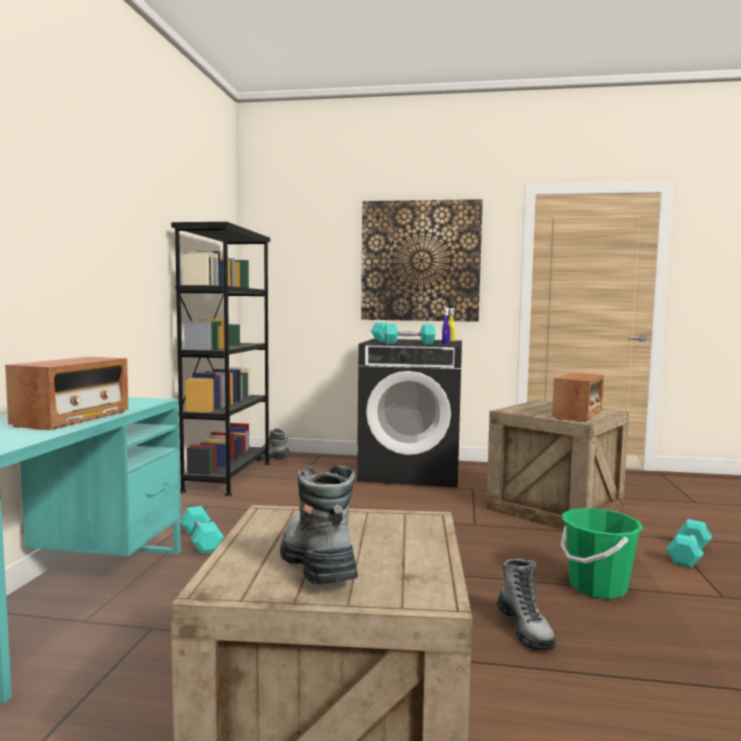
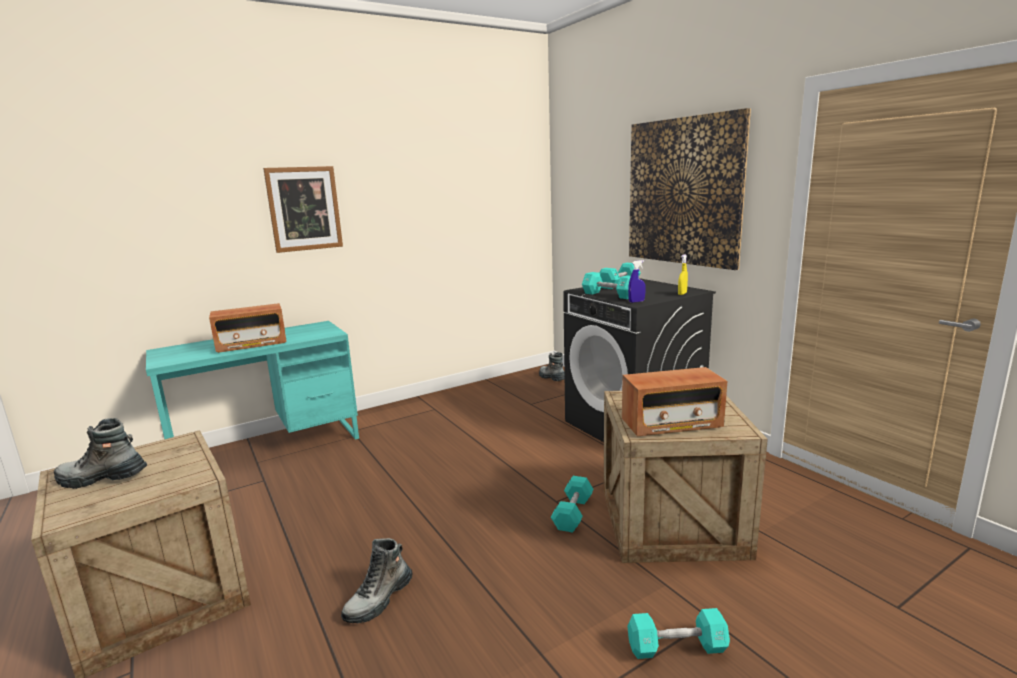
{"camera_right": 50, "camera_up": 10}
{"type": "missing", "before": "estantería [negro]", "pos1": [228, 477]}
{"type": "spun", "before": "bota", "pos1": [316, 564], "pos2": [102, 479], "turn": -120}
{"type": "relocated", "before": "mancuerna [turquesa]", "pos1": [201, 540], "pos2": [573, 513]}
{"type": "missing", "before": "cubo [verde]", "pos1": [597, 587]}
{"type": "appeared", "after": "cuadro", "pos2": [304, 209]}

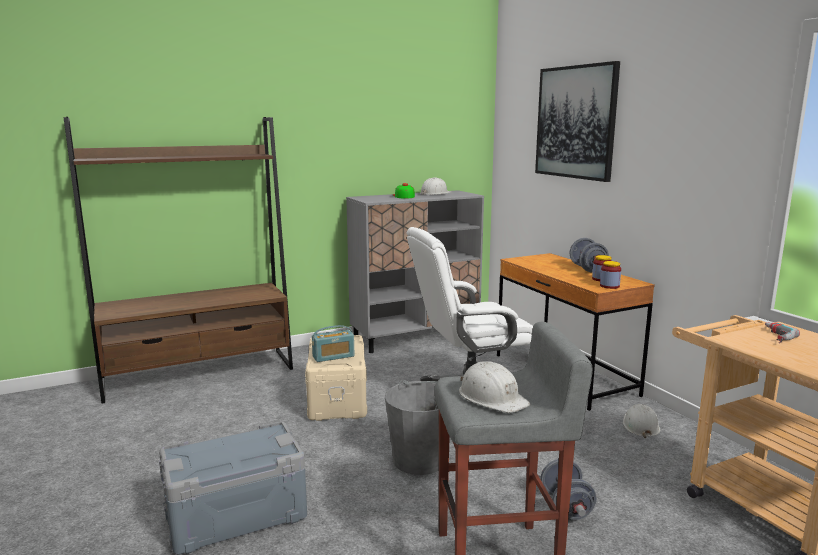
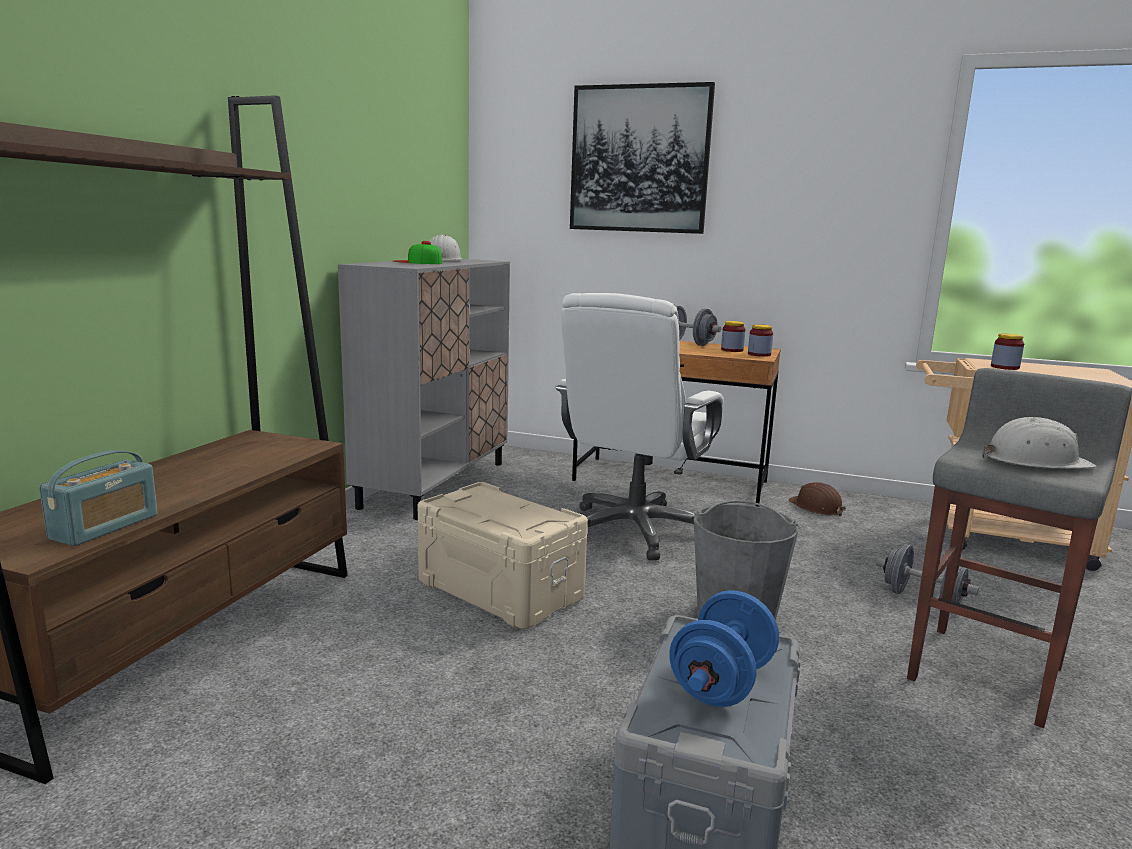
{"camera_right": -45, "camera_up": 0}
{"type": "exchanged", "before": "taladro", "after": "tarro", "pos1": [772, 336], "pos2": [1004, 367]}
{"type": "relocated", "before": "radio", "pos1": [333, 356], "pos2": [105, 527]}
{"type": "colour", "before": "casco [blanco]", "after": "casco [marrón]", "pos1": [640, 426], "pos2": [816, 507]}
{"type": "appeared", "after": "mancuerna [azul]", "pos2": [721, 683]}

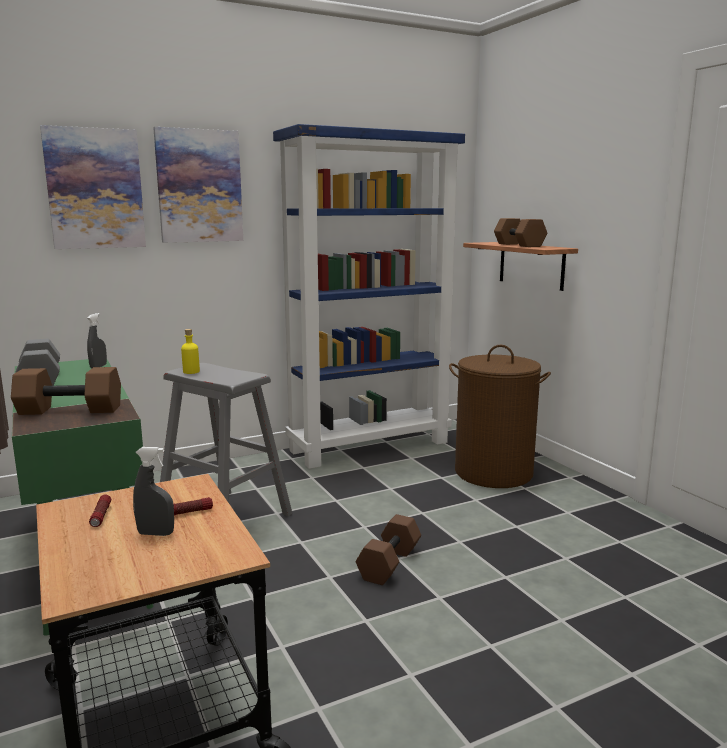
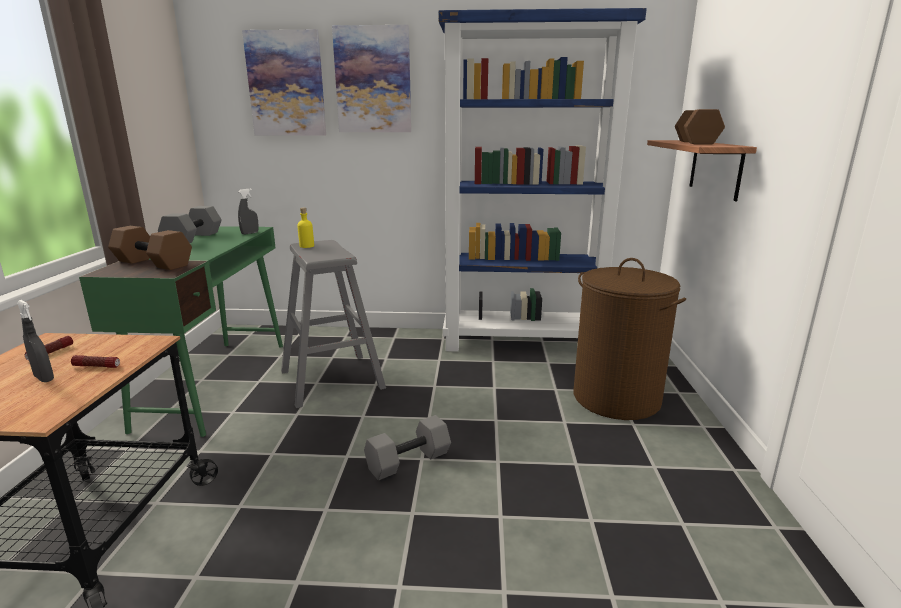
{"camera_right": 30, "camera_up": 5}
{"type": "colour", "before": "mancuerna [marrón]", "after": "mancuerna [gris]", "pos1": [390, 564], "pos2": [408, 462]}

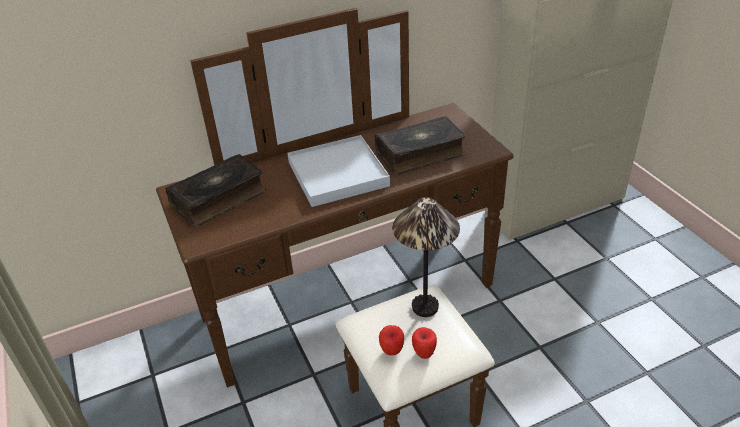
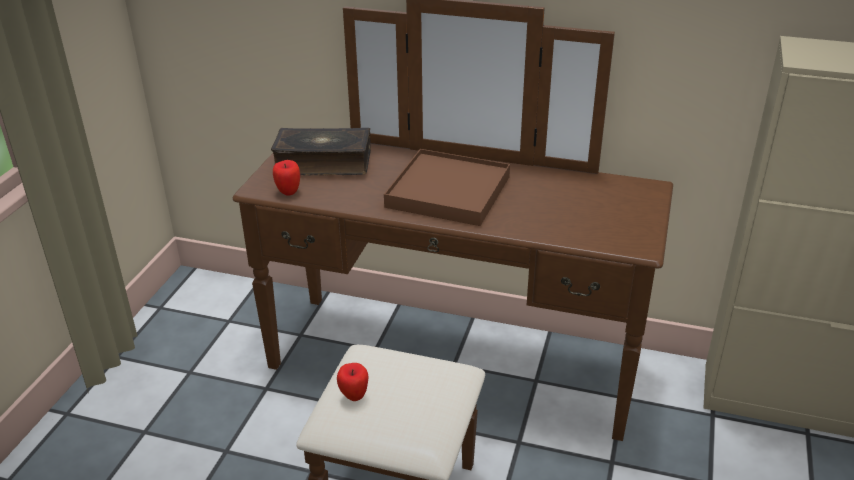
{"camera_right": 40, "camera_up": -5}
{"type": "missing", "before": "libro", "pos1": [420, 154]}
{"type": "colour", "before": "bandeja [blanco]", "after": "bandeja [marrón]", "pos1": [338, 174], "pos2": [448, 192]}
{"type": "missing", "before": "lámpara de mesa", "pos1": [424, 307]}
{"type": "relocated", "before": "manzana", "pos1": [424, 354], "pos2": [288, 192]}

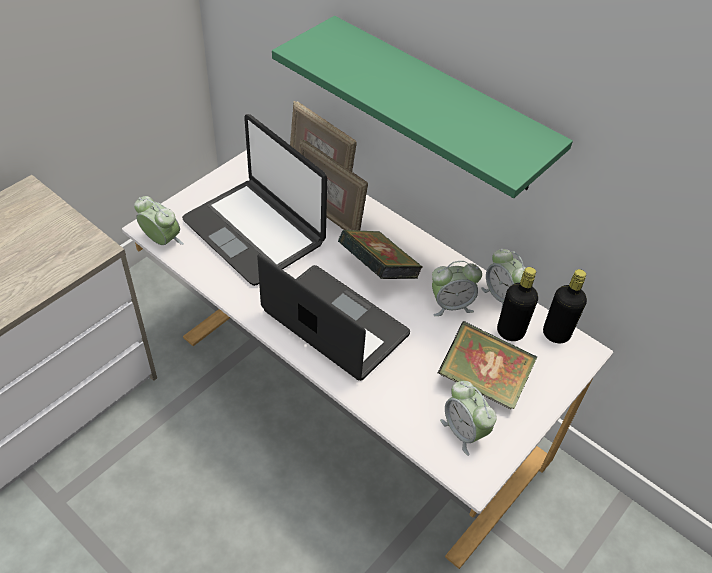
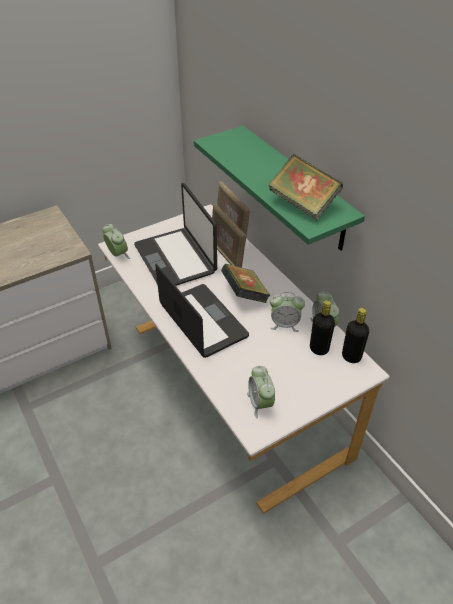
{"camera_right": 20, "camera_up": -5}
{"type": "relocated", "before": "libro", "pos1": [482, 381], "pos2": [303, 203]}

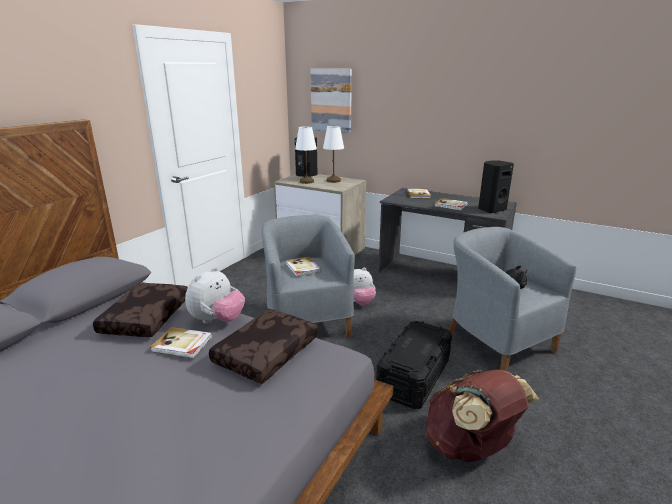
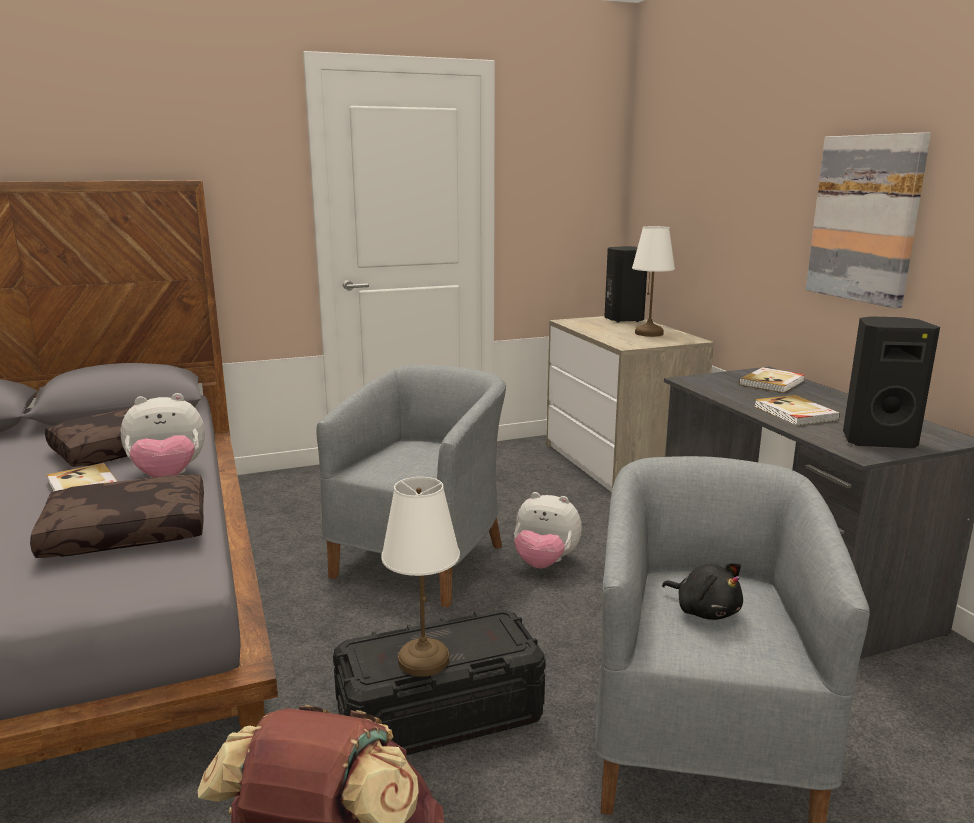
{"camera_right": 40, "camera_up": -5}
{"type": "relocated", "before": "cuadro", "pos1": [331, 100], "pos2": [865, 219]}
{"type": "relocated", "before": "lámpara de mesa [blanco]", "pos1": [306, 181], "pos2": [422, 660]}
{"type": "missing", "before": "libro", "pos1": [302, 268]}

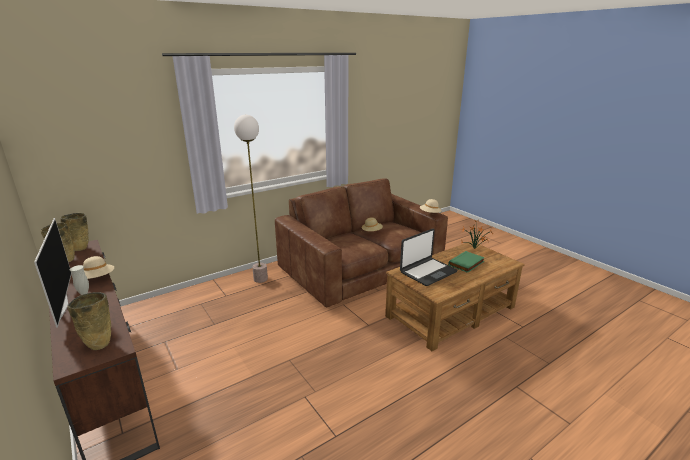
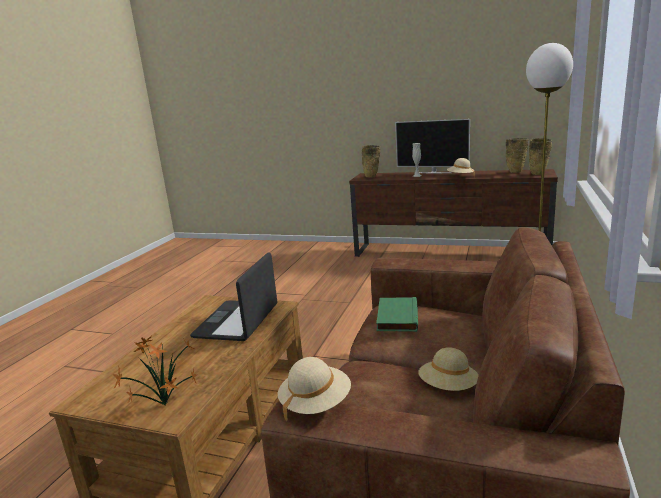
{"camera_right": 145, "camera_up": -5}
{"type": "relocated", "before": "libro [verde]", "pos1": [466, 264], "pos2": [396, 317]}

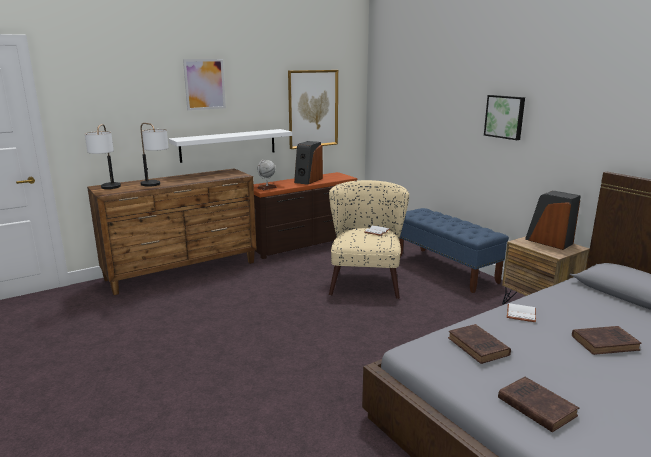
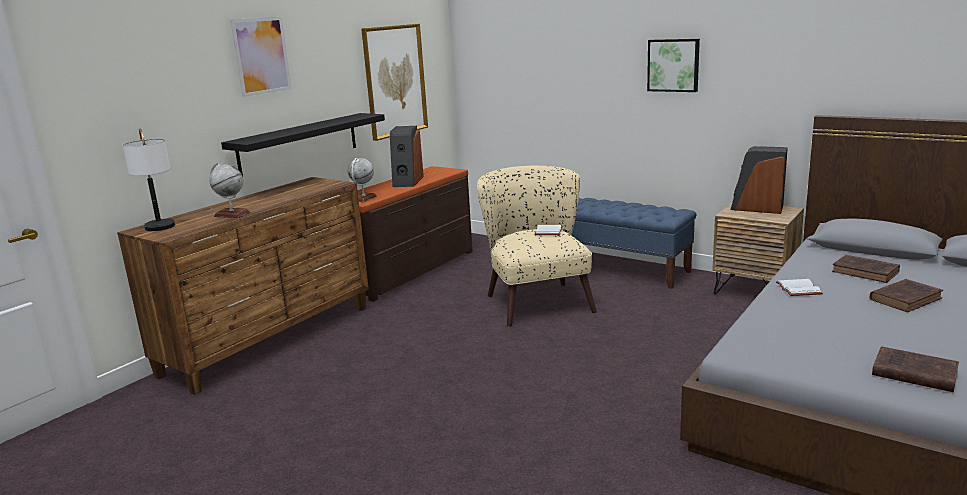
{"camera_right": -20, "camera_up": 0}
{"type": "exchanged", "before": "lámpara de mesa", "after": "globo terráqueo", "pos1": [156, 185], "pos2": [232, 214]}
{"type": "colour", "before": "estante [blanco]", "after": "estante [negro]", "pos1": [228, 145], "pos2": [299, 144]}
{"type": "relocated", "before": "libro [marrón]", "pos1": [479, 347], "pos2": [866, 272]}

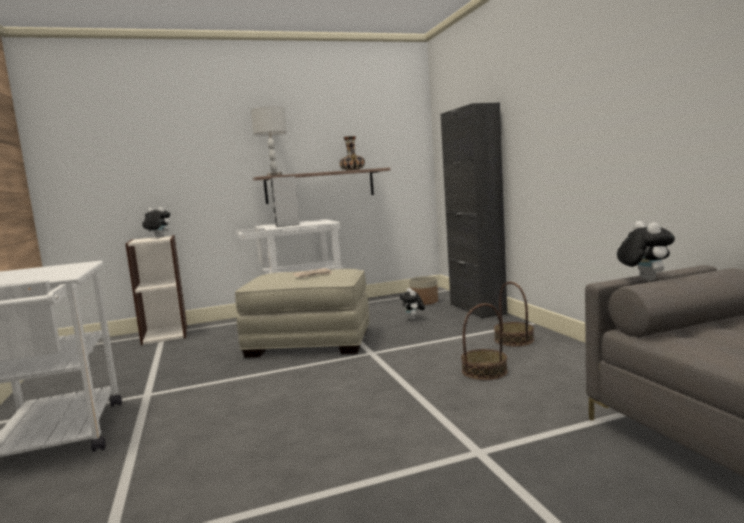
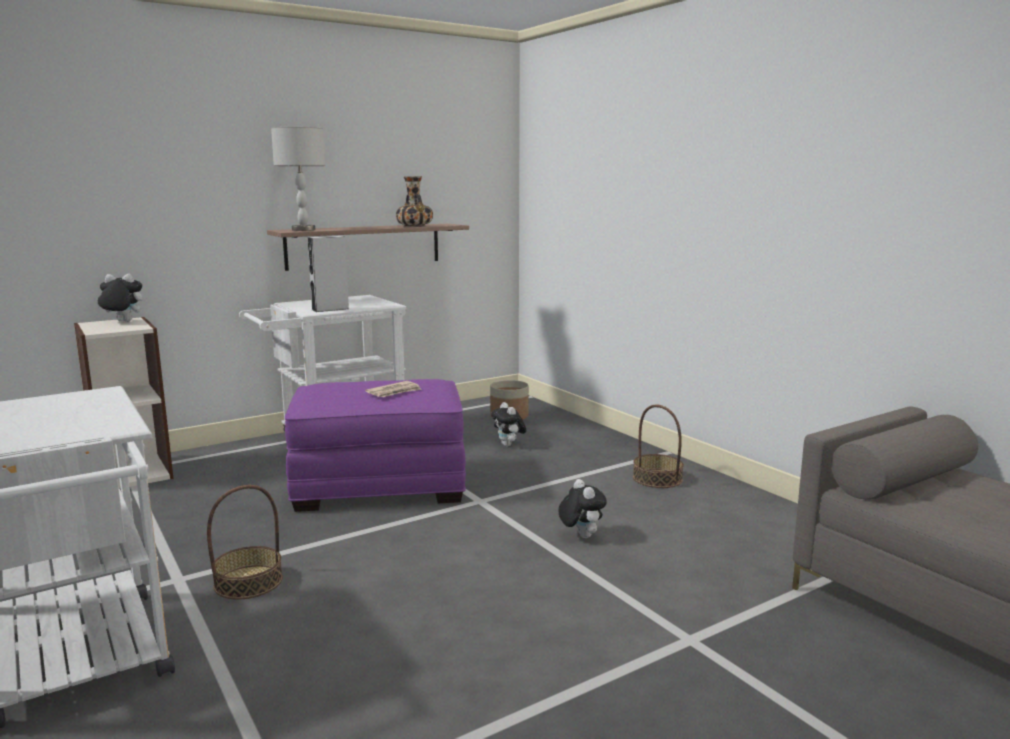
{"camera_right": -15, "camera_up": 5}
{"type": "missing", "before": "armario [negro]", "pos1": [477, 309]}
{"type": "relocated", "before": "peluche", "pos1": [643, 279], "pos2": [580, 535]}
{"type": "colour", "before": "puf [beis]", "after": "puf [morado]", "pos1": [310, 342], "pos2": [380, 485]}
{"type": "relocated", "before": "cesta", "pos1": [484, 371], "pos2": [248, 582]}

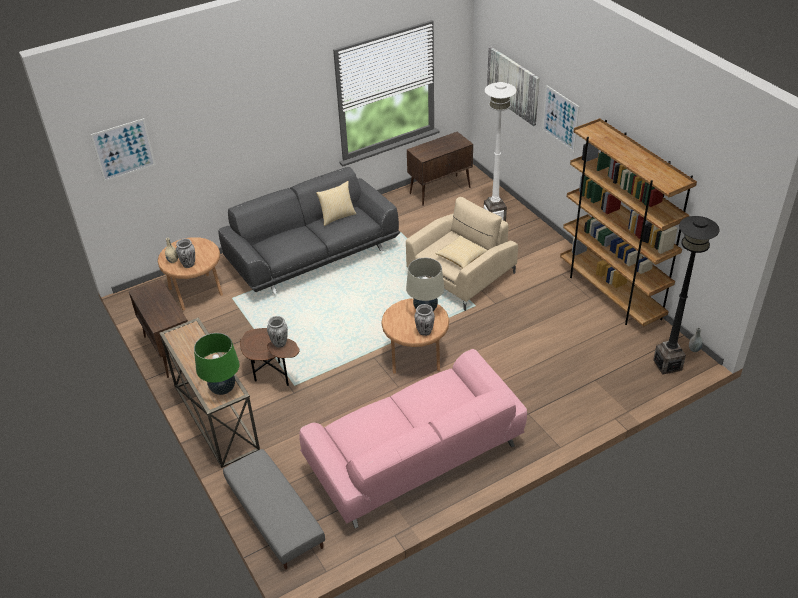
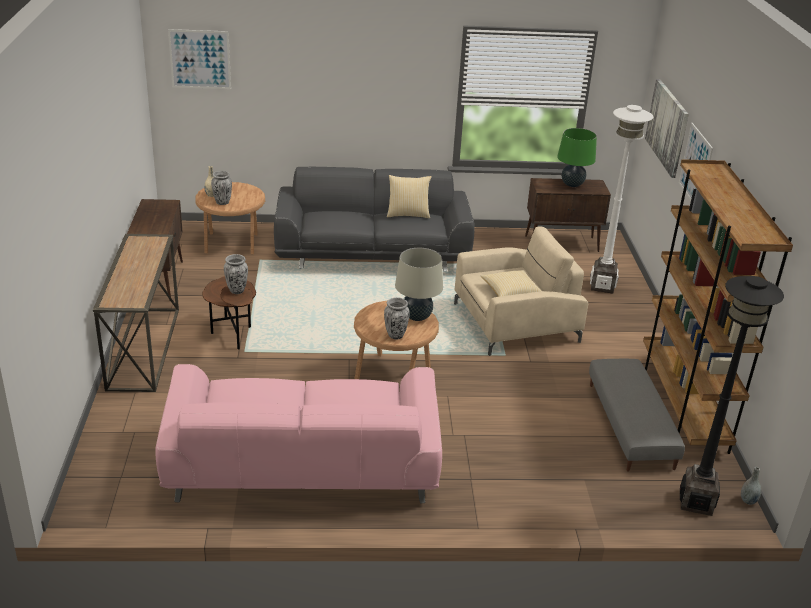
{"camera_right": 25, "camera_up": -10}
{"type": "relocated", "before": "lámpara de mesa [verde]", "pos1": [223, 389], "pos2": [572, 184]}
{"type": "relocated", "before": "puf [gris]", "pos1": [275, 515], "pos2": [630, 425]}

